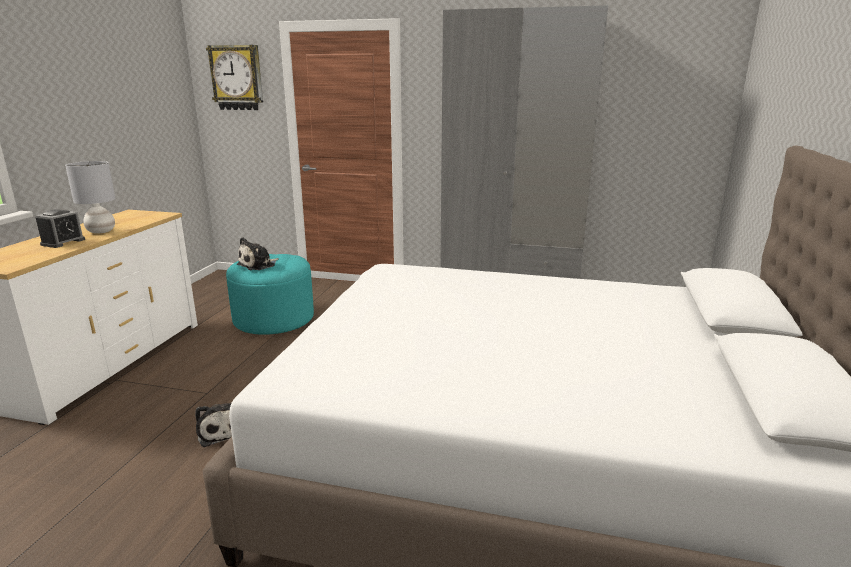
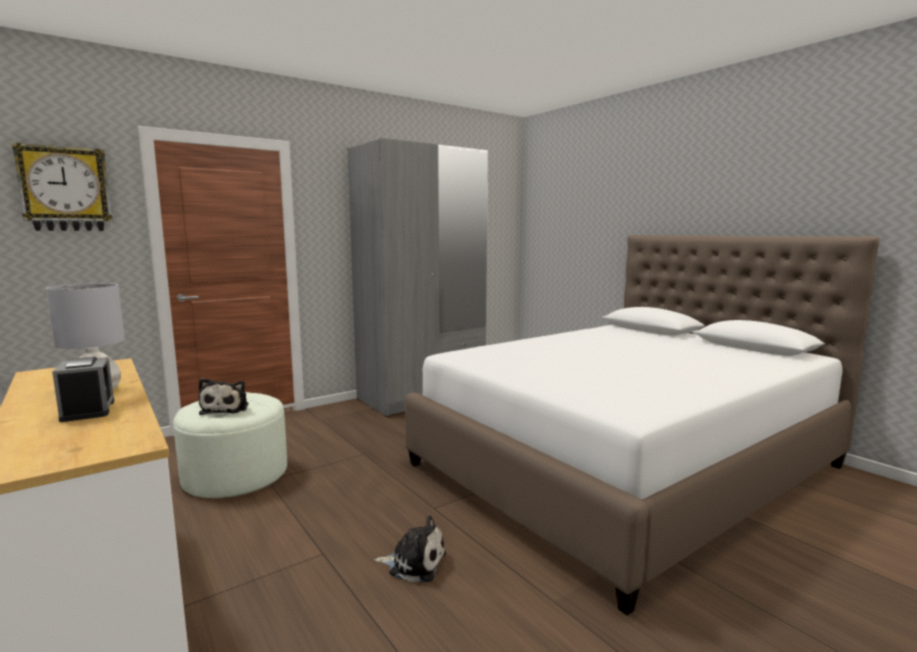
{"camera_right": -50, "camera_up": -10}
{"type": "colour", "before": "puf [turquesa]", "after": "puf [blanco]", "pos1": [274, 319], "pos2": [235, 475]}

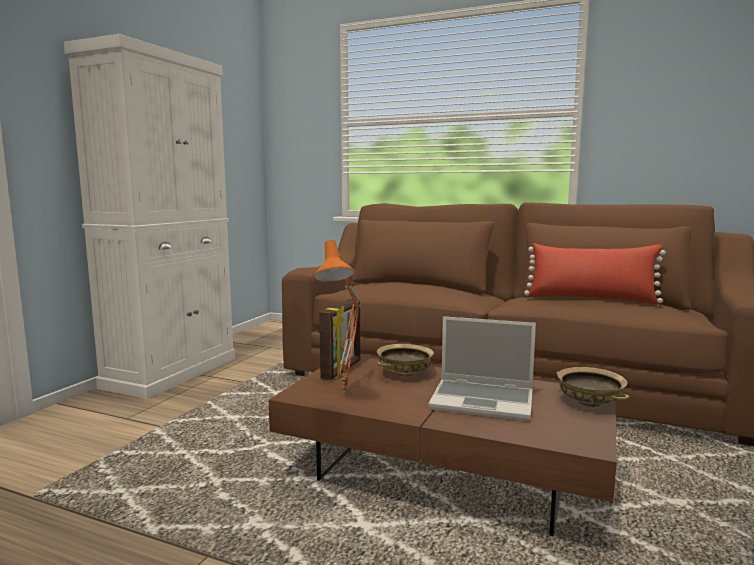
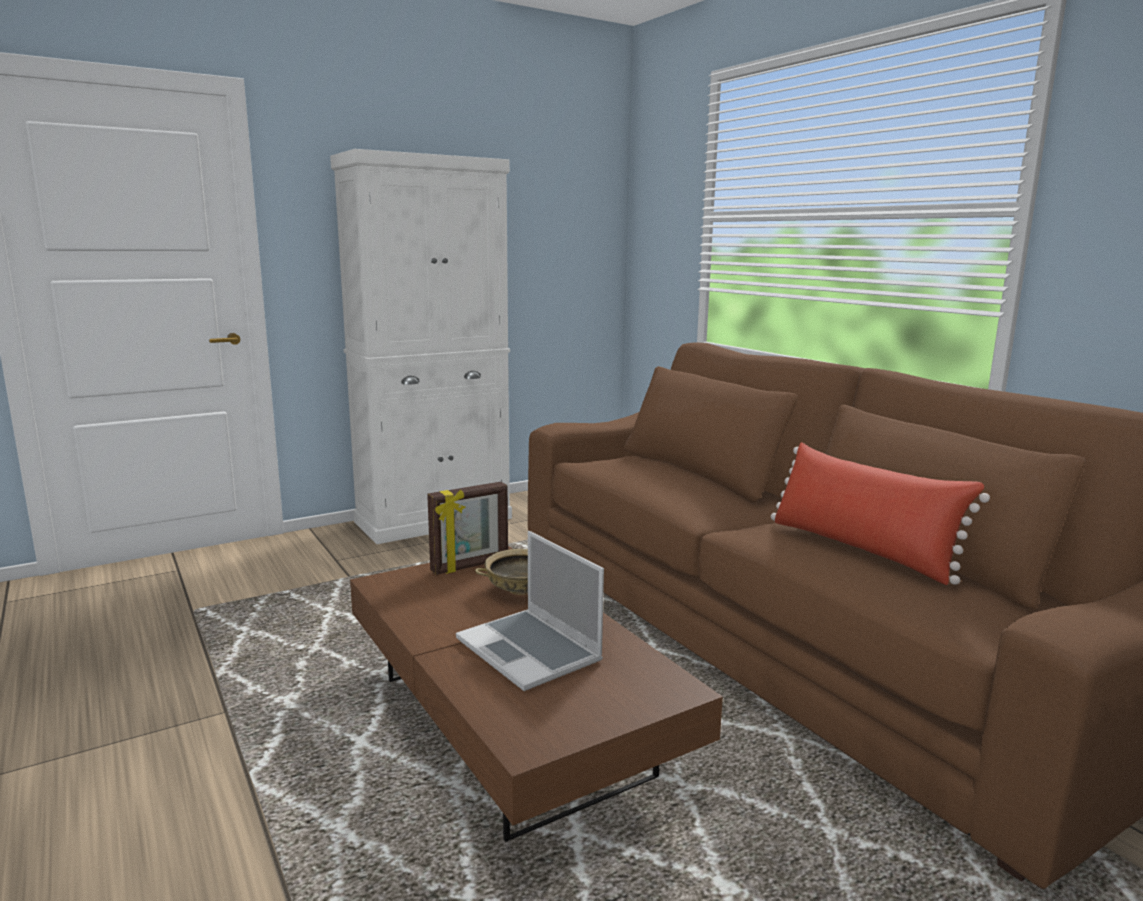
{"camera_right": 35, "camera_up": 5}
{"type": "missing", "before": "lámpara de mesa [naranja]", "pos1": [347, 393]}
{"type": "missing", "before": "cuenco [beis]", "pos1": [590, 403]}

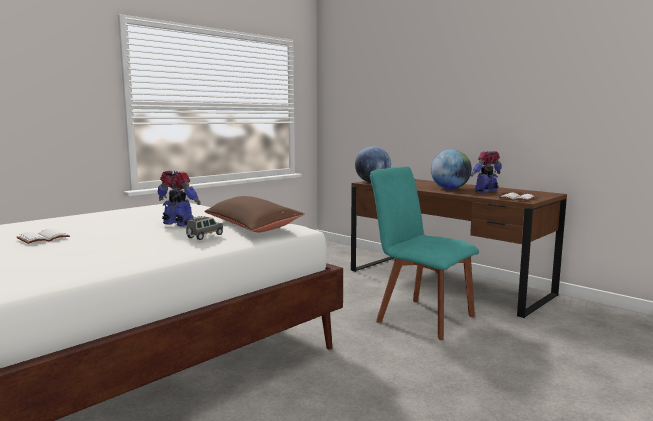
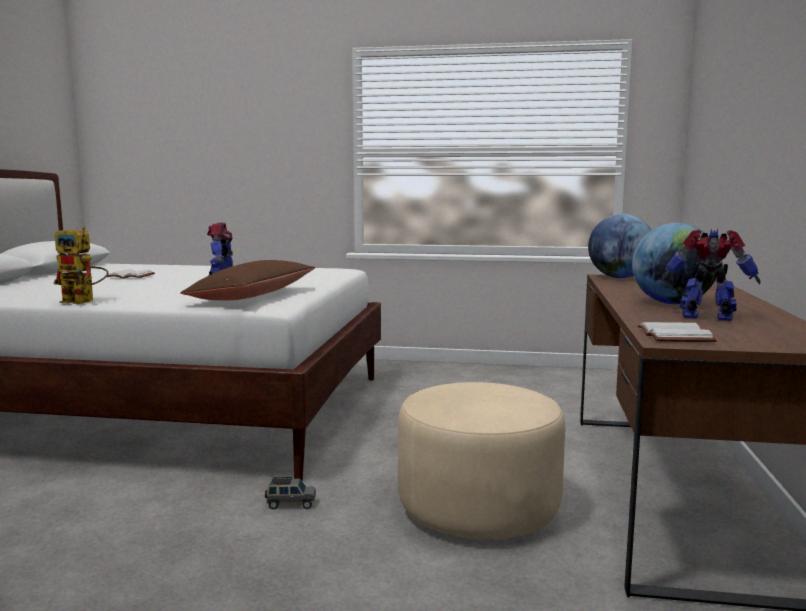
{"camera_right": 55, "camera_up": 0}
{"type": "exchanged", "before": "silla [turquesa]", "after": "puf [beis]", "pos1": [421, 317], "pos2": [479, 508]}
{"type": "relocated", "before": "coche de juguete [gris]", "pos1": [204, 236], "pos2": [290, 504]}
{"type": "appeared", "after": "robot de juguete", "pos2": [84, 301]}

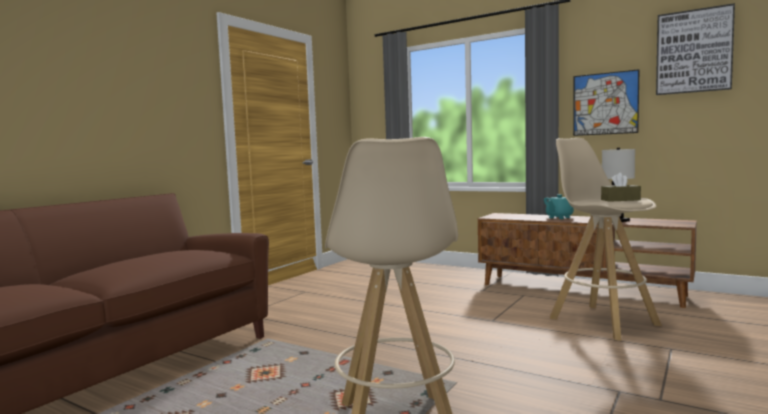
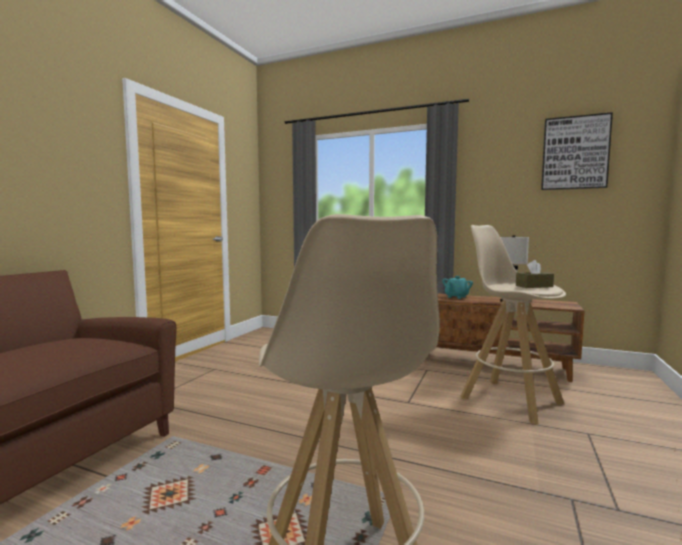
{"camera_right": -10, "camera_up": 0}
{"type": "missing", "before": "cuadro", "pos1": [605, 103]}

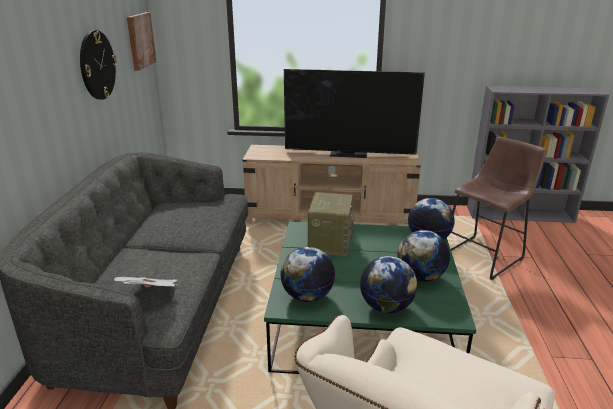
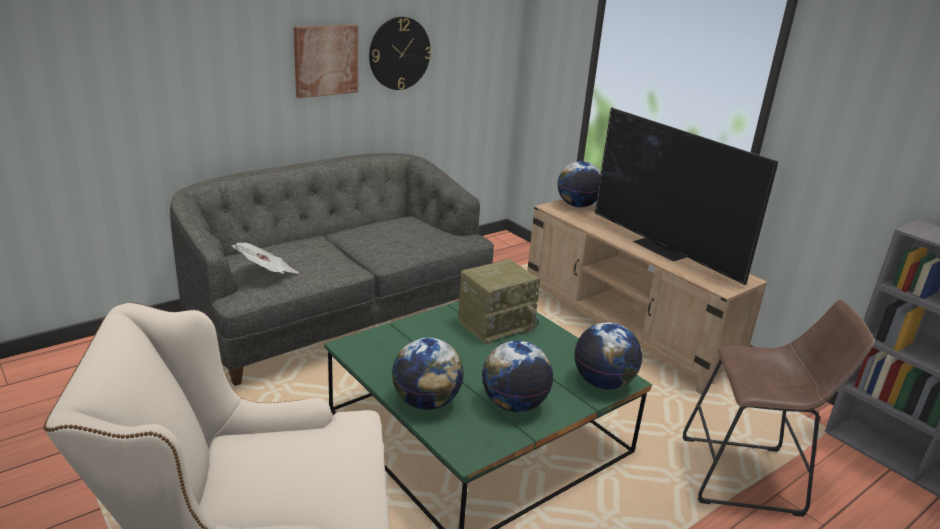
{"camera_right": 45, "camera_up": 0}
{"type": "relocated", "before": "cuadro", "pos1": [140, 40], "pos2": [325, 60]}
{"type": "relocated", "before": "globo terráqueo", "pos1": [307, 296], "pos2": [577, 205]}

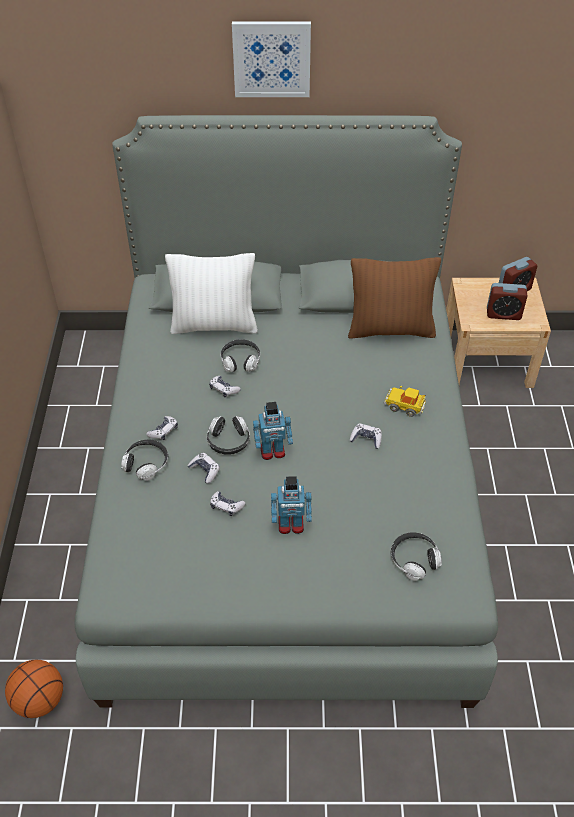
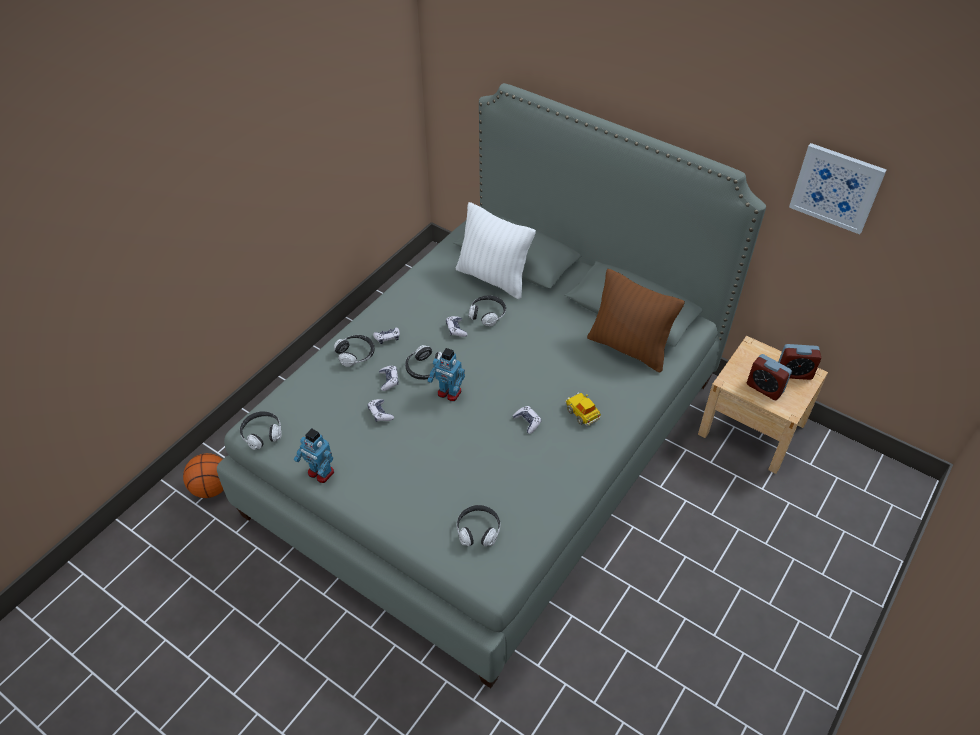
{"camera_right": 35, "camera_up": 0}
{"type": "relocated", "before": "cuadro", "pos1": [271, 59], "pos2": [836, 187]}
{"type": "relocated", "before": "robot de juguete", "pos1": [291, 525], "pos2": [320, 473]}
{"type": "appeared", "after": "auriculares", "pos2": [262, 434]}

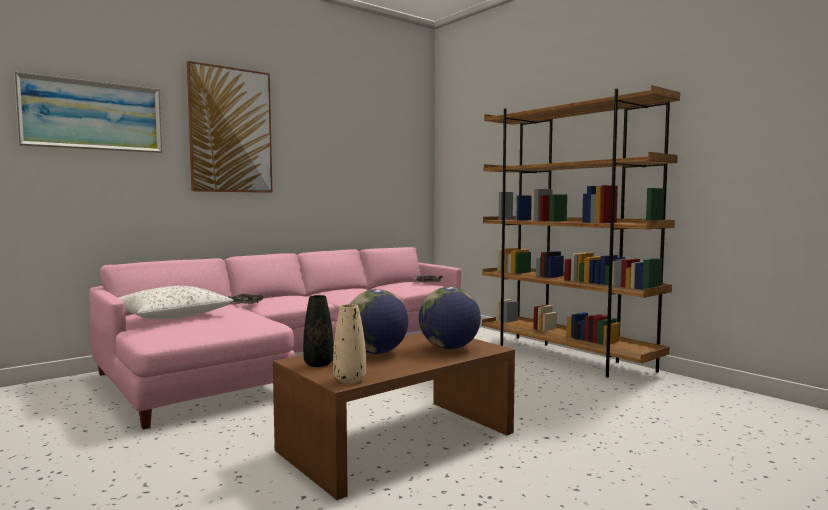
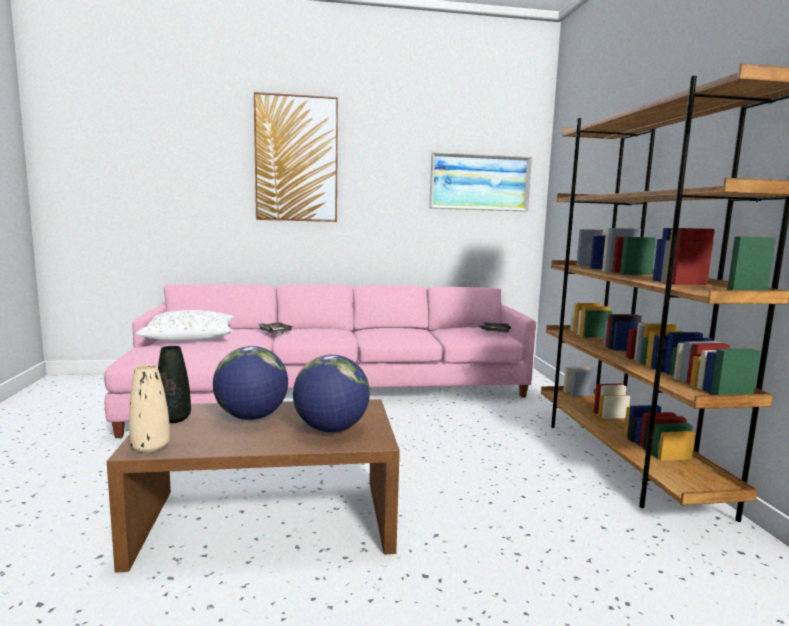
{"camera_right": 30, "camera_up": 5}
{"type": "relocated", "before": "cuadro", "pos1": [93, 115], "pos2": [479, 182]}

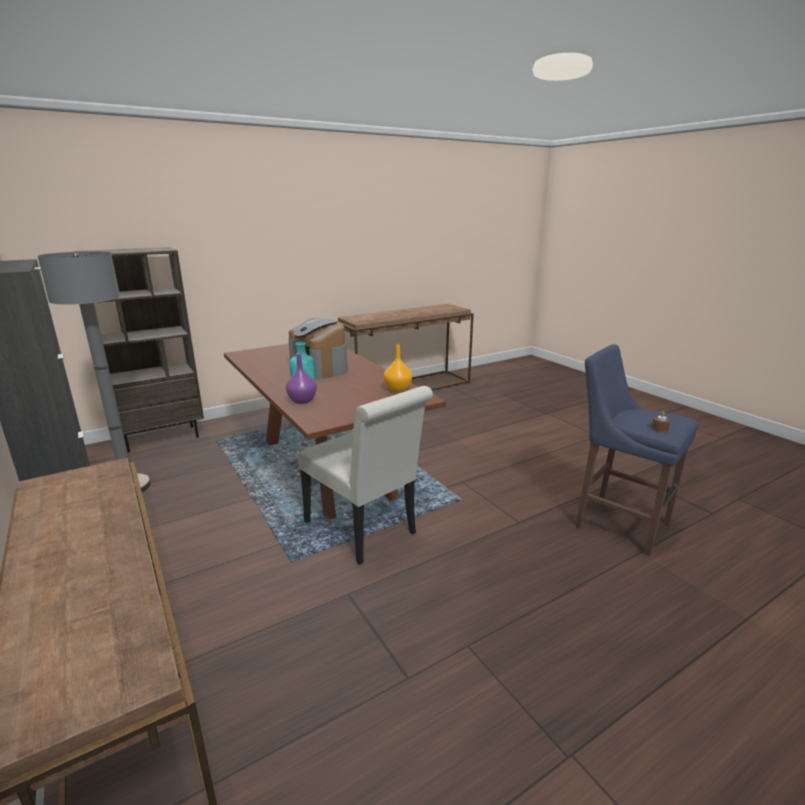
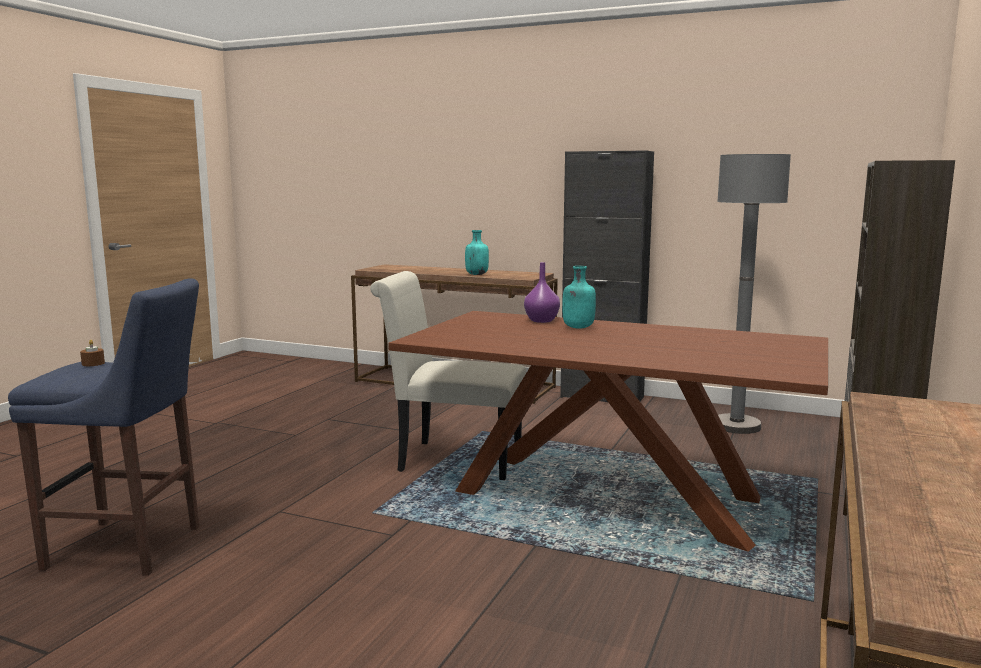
{"camera_right": 145, "camera_up": -10}
{"type": "missing", "before": "cafetera", "pos1": [320, 368]}
{"type": "missing", "before": "florero [naranja]", "pos1": [398, 389]}
{"type": "appeared", "after": "botella [turquesa]", "pos2": [476, 274]}

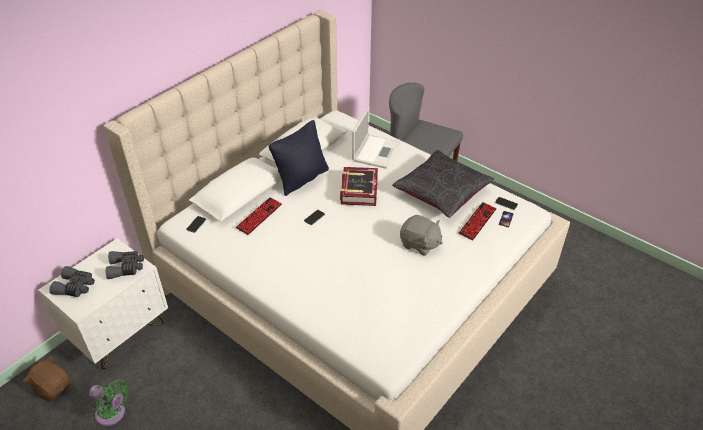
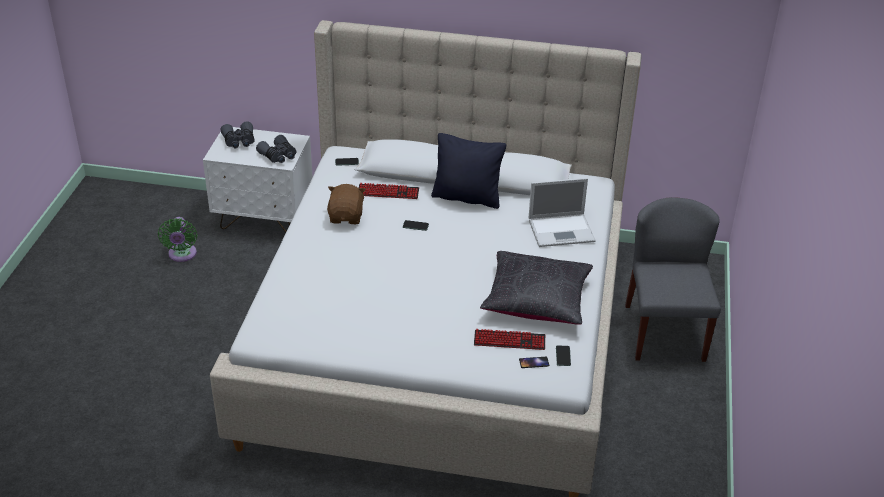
{"camera_right": 60, "camera_up": -5}
{"type": "missing", "before": "libro", "pos1": [358, 190]}
{"type": "missing", "before": "peluche [gris]", "pos1": [419, 244]}
{"type": "relocated", "before": "peluche [marrón]", "pos1": [52, 387], "pos2": [346, 217]}

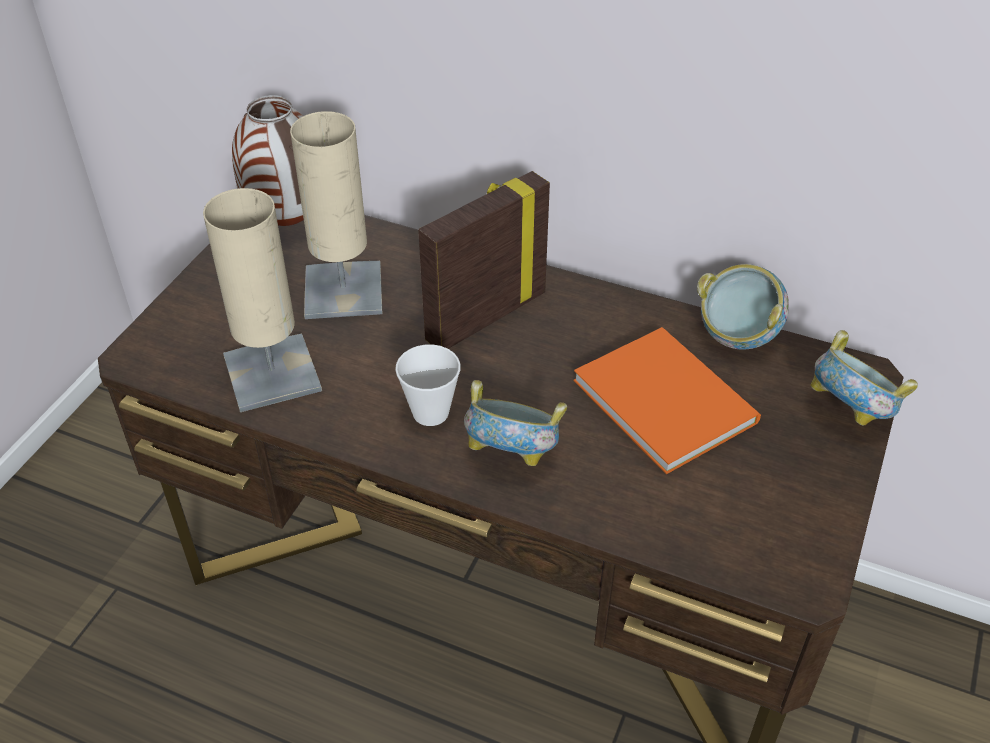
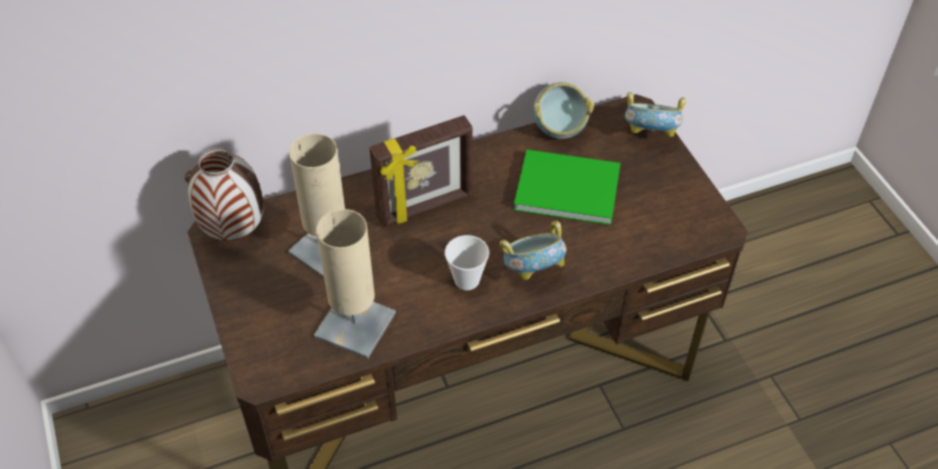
{"camera_right": -45, "camera_up": 5}
{"type": "spun", "before": "portarretratos", "pos1": [484, 316], "pos2": [425, 208], "turn": -120}
{"type": "colour", "before": "libro [naranja]", "after": "libro [verde]", "pos1": [664, 396], "pos2": [564, 186]}

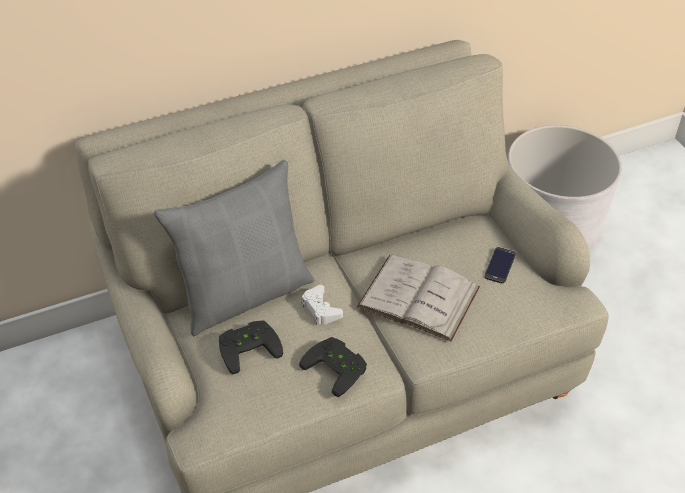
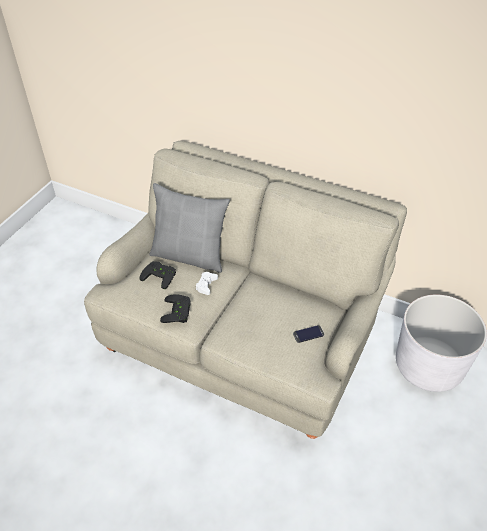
{"camera_right": 50, "camera_up": 0}
{"type": "missing", "before": "libro [blanco]", "pos1": [418, 297]}

